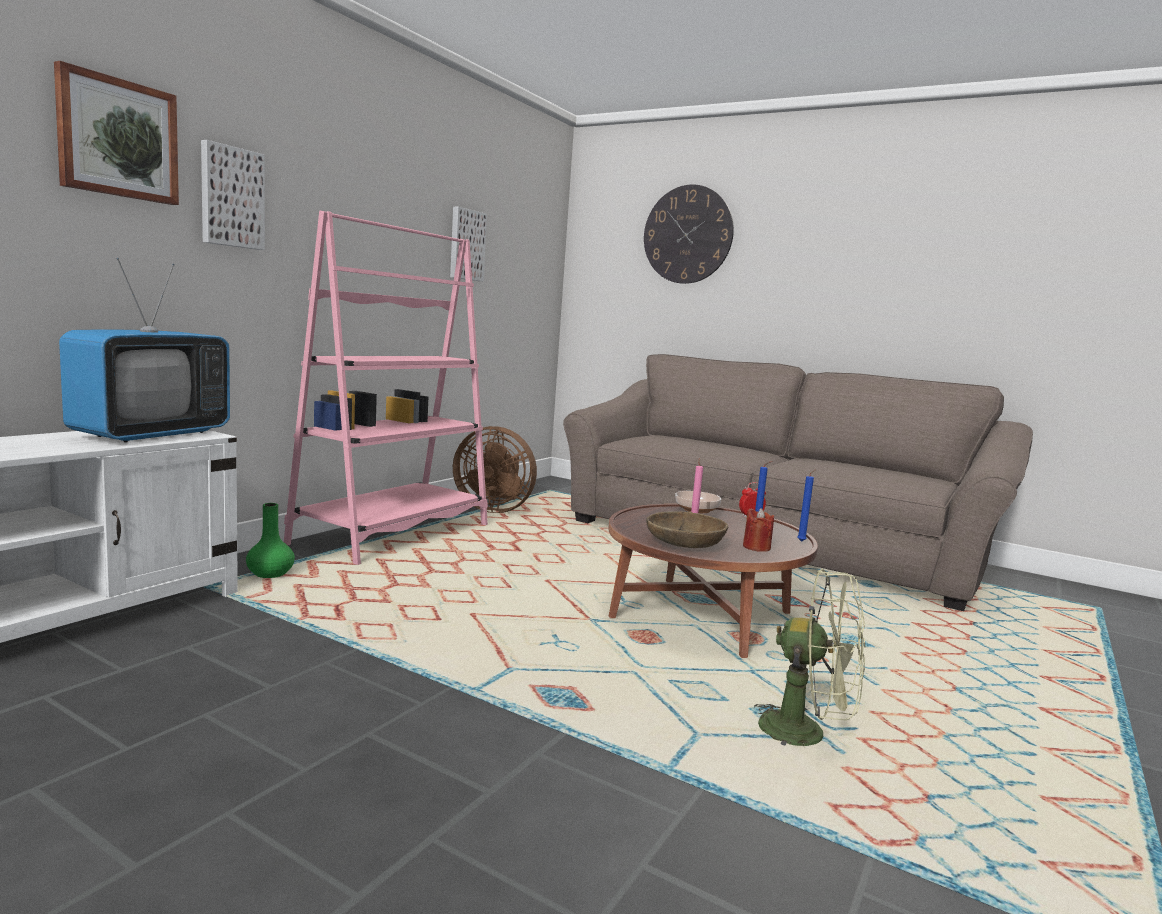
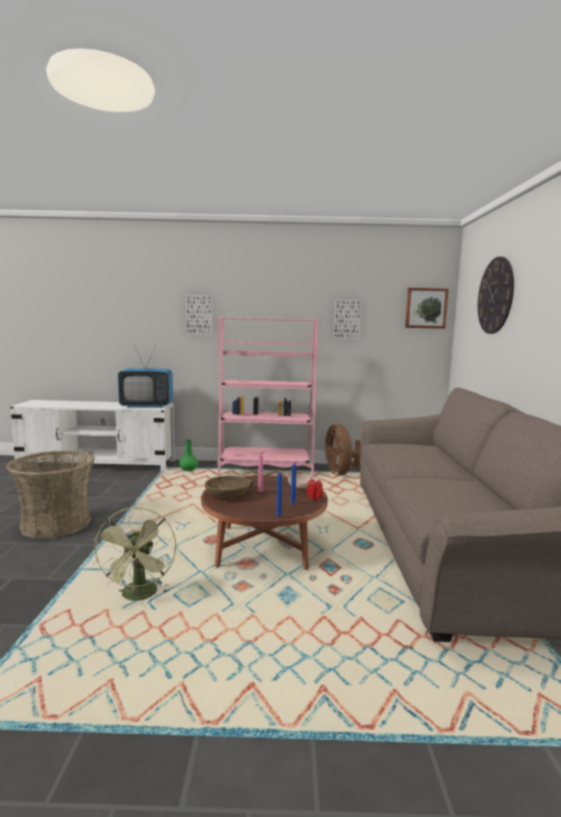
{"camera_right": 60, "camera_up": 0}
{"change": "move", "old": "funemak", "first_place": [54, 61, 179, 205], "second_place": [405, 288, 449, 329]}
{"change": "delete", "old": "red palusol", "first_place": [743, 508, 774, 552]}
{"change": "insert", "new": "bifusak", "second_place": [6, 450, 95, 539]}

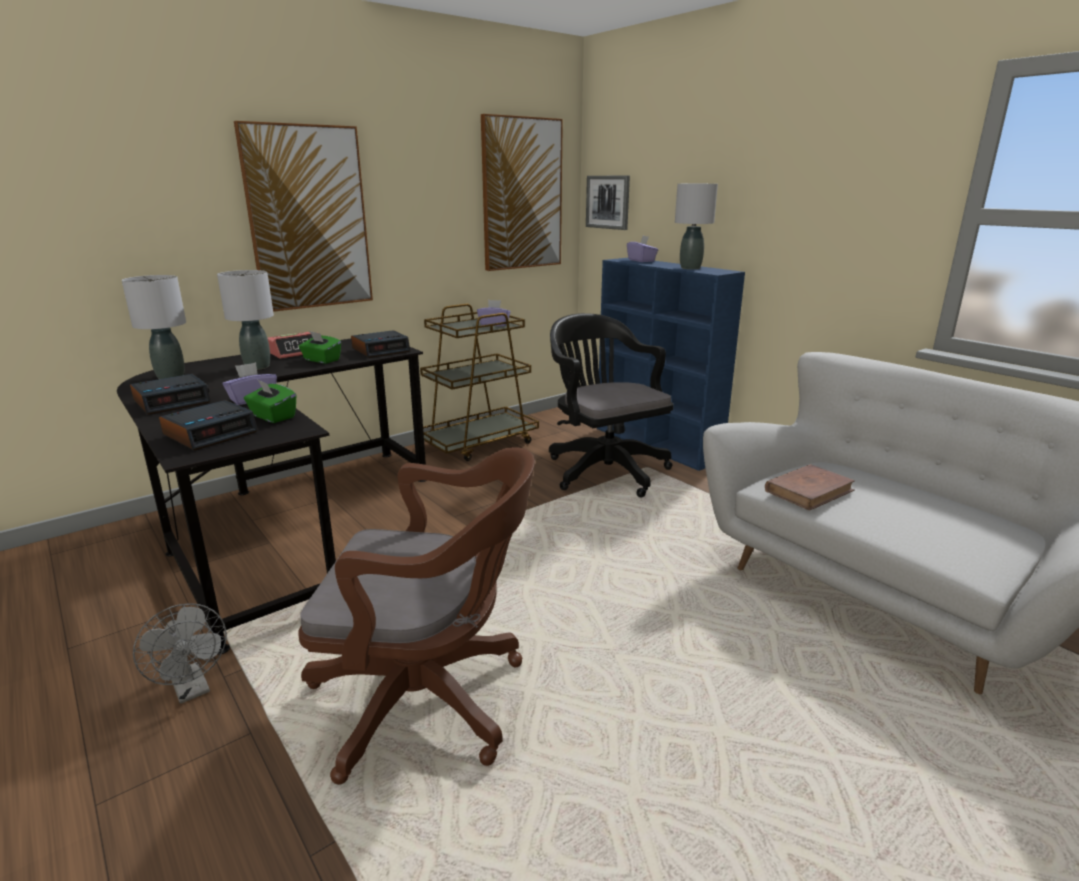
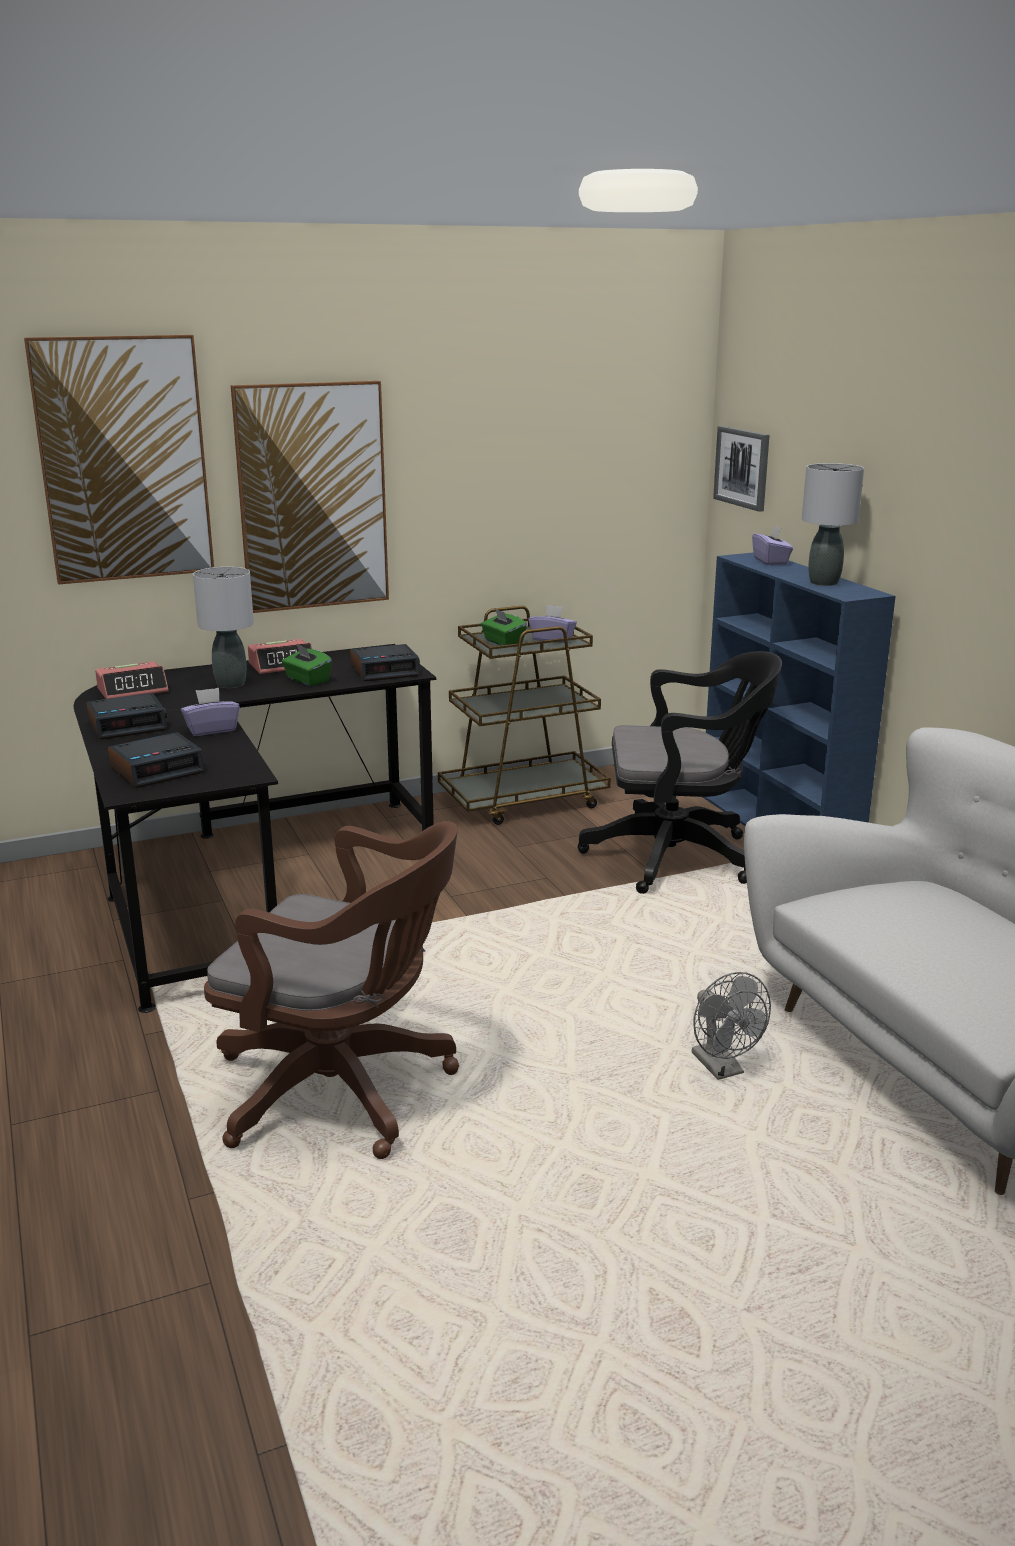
{"camera_right": 15, "camera_up": 0}
{"change": "replace", "old": "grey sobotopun", "new": "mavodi", "first_place": [122, 275, 186, 379], "second_place": [95, 661, 169, 699]}
{"change": "move", "old": "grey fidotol", "first_place": [133, 603, 227, 704], "second_place": [692, 972, 771, 1080]}
{"change": "move", "old": "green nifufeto", "first_place": [244, 379, 296, 423], "second_place": [481, 609, 527, 645]}
{"change": "move", "old": "funemak", "first_place": [481, 114, 563, 271], "second_place": [24, 335, 214, 584]}
{"change": "rotate", "old": "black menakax", "first_place": [549, 313, 674, 497], "second_place": [577, 651, 782, 894], "degrees": 105}
{"change": "delete", "old": "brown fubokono", "first_place": [765, 464, 855, 511]}

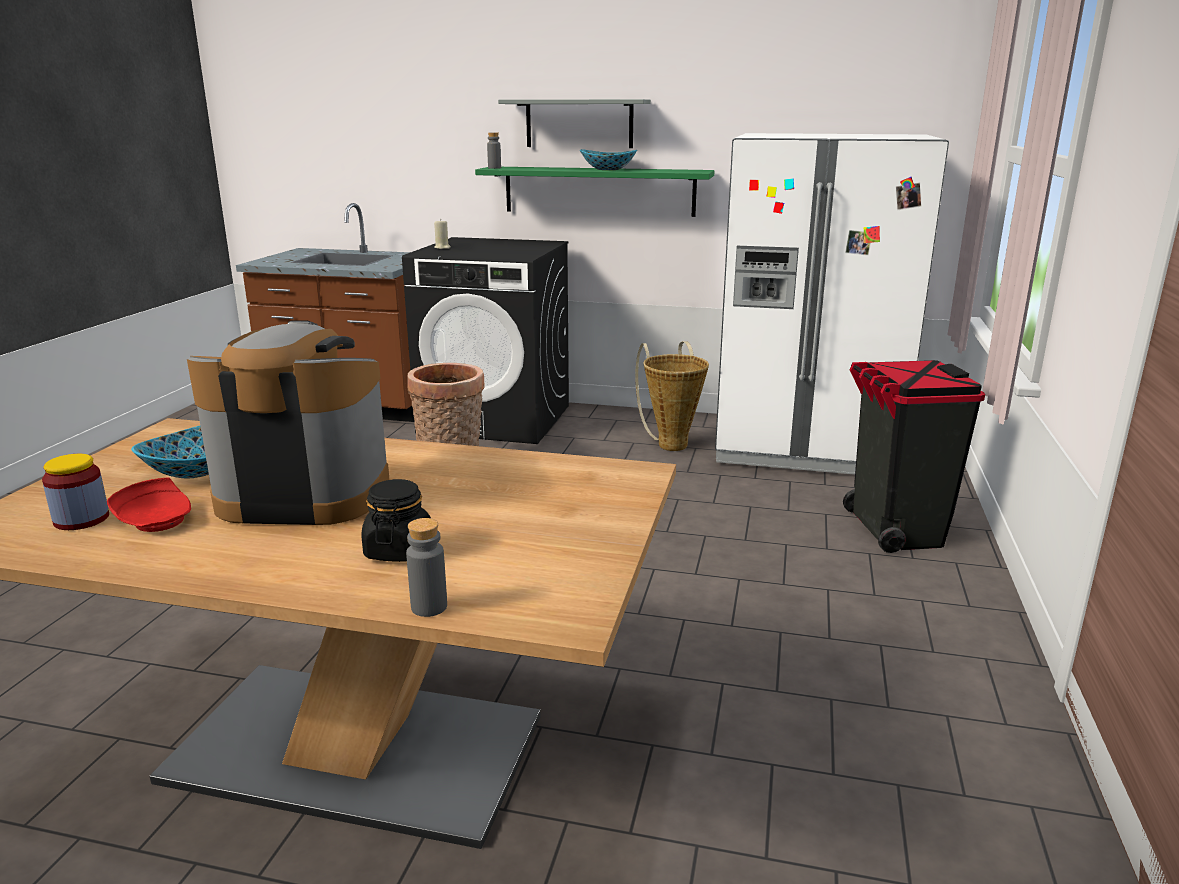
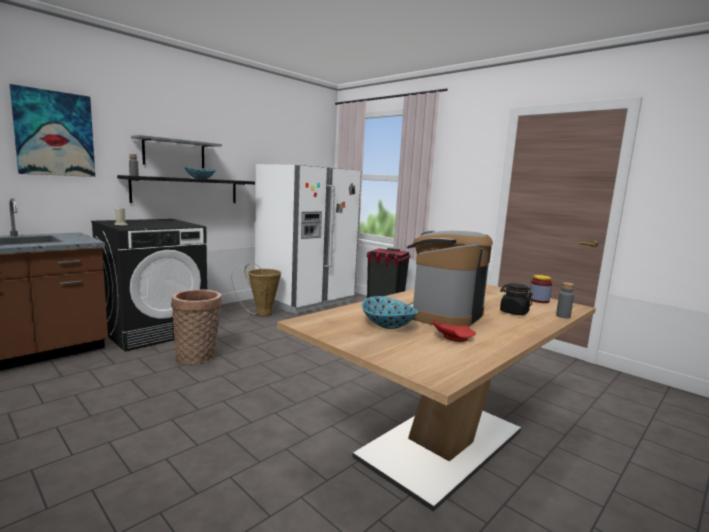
{"camera_right": -60, "camera_up": -10}
{"change": "move", "old": "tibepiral", "first_place": [42, 454, 109, 530], "second_place": [529, 275, 552, 303]}
{"change": "recolor", "old": "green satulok", "new": "black satulok", "first_place": [475, 167, 714, 217], "second_place": [117, 175, 255, 203]}
{"change": "insert", "new": "funemak", "second_place": [10, 84, 95, 177]}

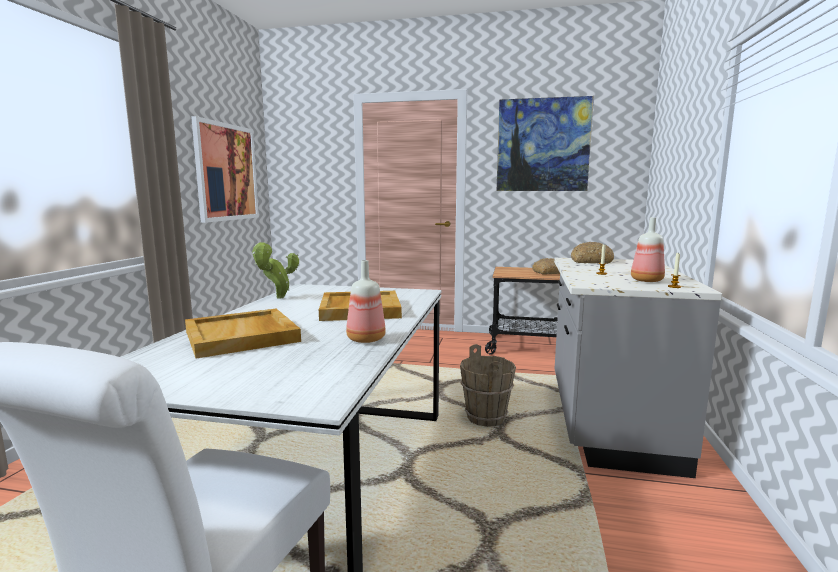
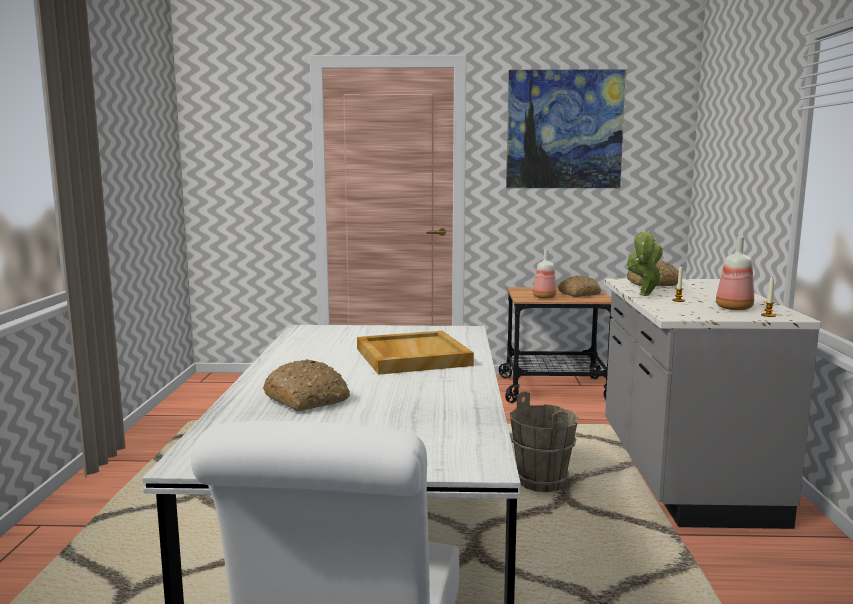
{"camera_right": -10, "camera_up": 0}
{"change": "replace", "old": "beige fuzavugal", "new": "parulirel", "first_place": [185, 309, 301, 359], "second_place": [263, 359, 350, 411]}
{"change": "delete", "old": "funemak", "first_place": [191, 116, 259, 223]}
{"change": "move", "old": "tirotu", "first_place": [252, 242, 299, 299], "second_place": [627, 231, 663, 296]}
{"change": "move", "old": "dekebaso", "first_place": [346, 260, 386, 343], "second_place": [533, 250, 557, 299]}

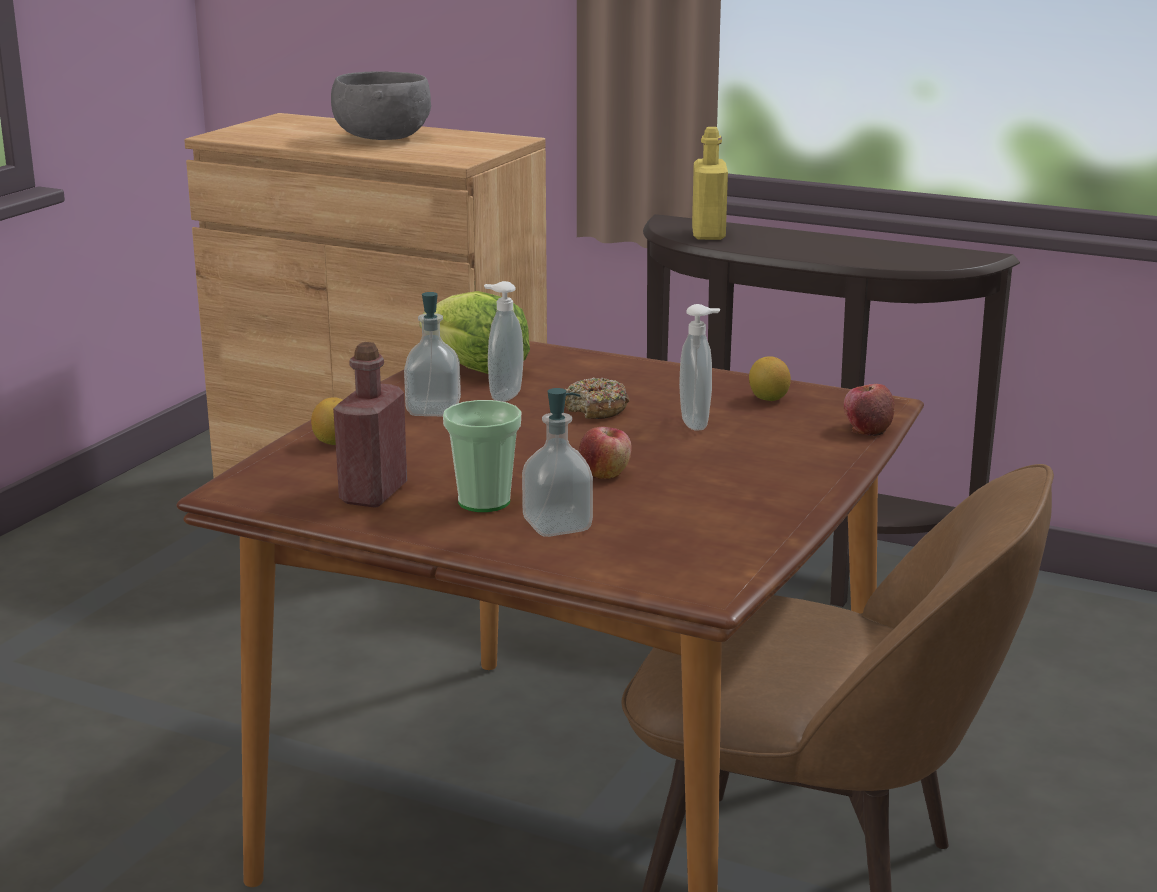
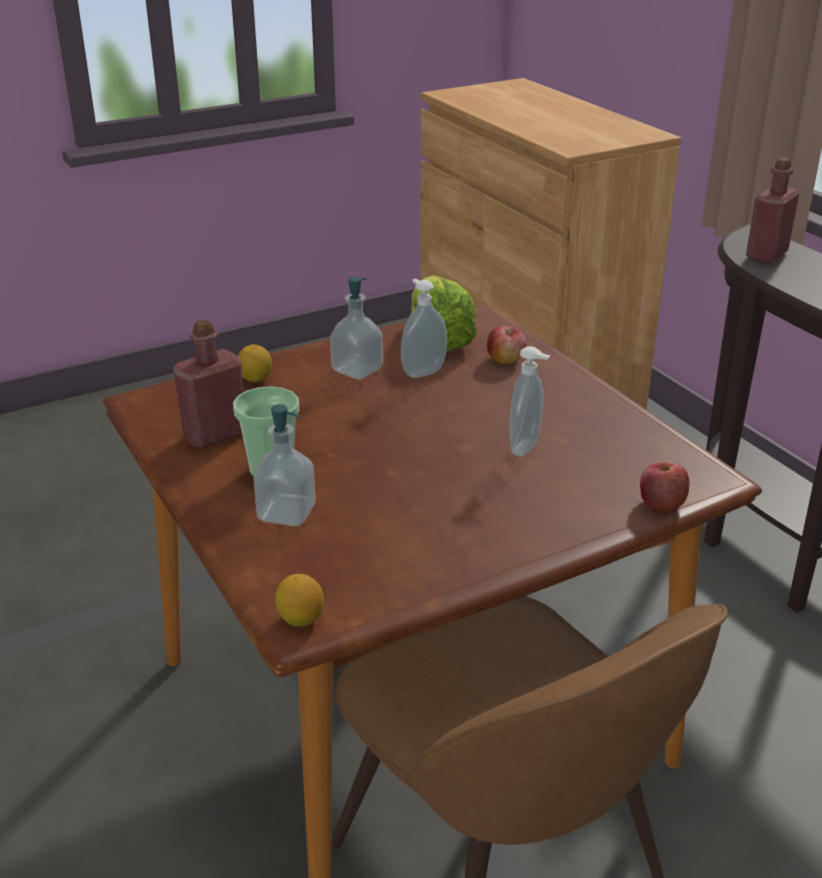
{"camera_right": 35, "camera_up": 10}
{"change": "delete", "old": "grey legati", "first_place": [331, 72, 431, 140]}
{"change": "delete", "old": "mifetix", "first_place": [565, 377, 629, 419]}
{"change": "move", "old": "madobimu", "first_place": [579, 426, 632, 479], "second_place": [487, 325, 526, 364]}
{"change": "recolor", "old": "yellow dekebaso", "new": "red dekebaso", "first_place": [692, 127, 728, 240], "second_place": [746, 158, 799, 264]}
{"change": "move", "old": "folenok", "first_place": [749, 356, 791, 401], "second_place": [275, 574, 324, 627]}

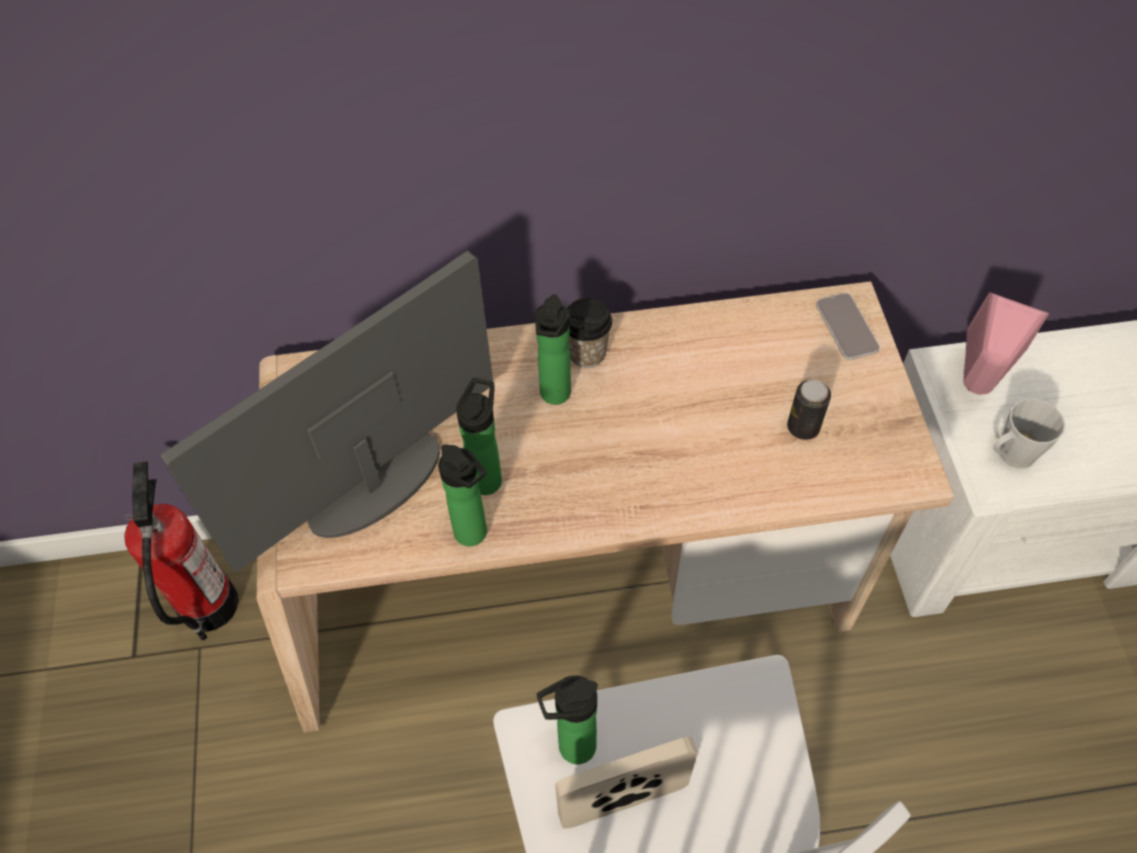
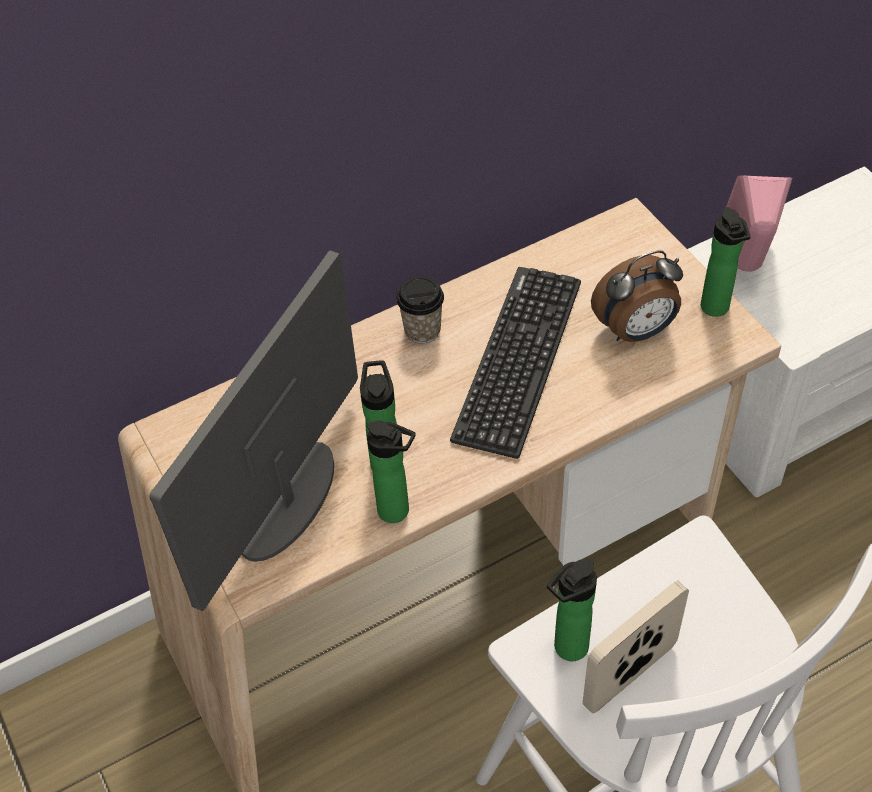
{"camera_right": -20, "camera_up": -5}
{"change": "delete", "old": "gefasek", "first_place": [124, 461, 239, 640]}
{"change": "move", "old": "dekebaso", "first_place": [535, 294, 571, 405], "second_place": [701, 207, 751, 317]}
{"change": "replace", "old": "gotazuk", "new": "mavodi", "first_place": [787, 379, 831, 440], "second_place": [591, 250, 683, 342]}
{"change": "delete", "old": "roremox", "first_place": [816, 293, 880, 360]}
{"change": "delete", "old": "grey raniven", "first_place": [993, 399, 1065, 468]}
{"change": "insert", "new": "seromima", "second_place": [450, 267, 581, 459]}

